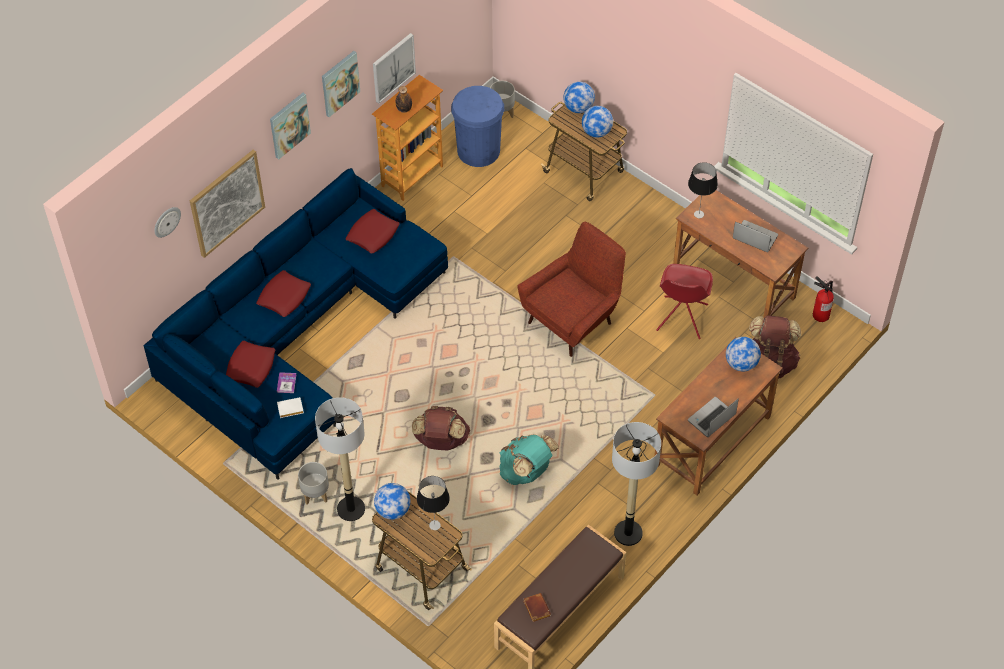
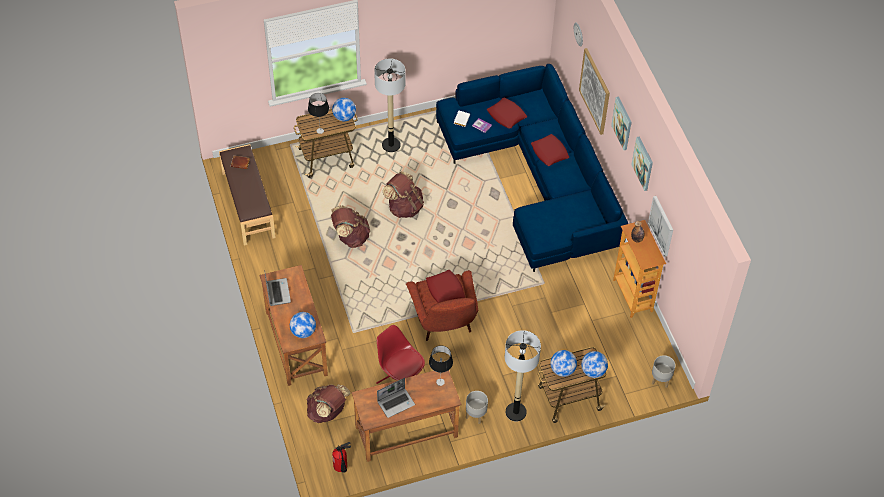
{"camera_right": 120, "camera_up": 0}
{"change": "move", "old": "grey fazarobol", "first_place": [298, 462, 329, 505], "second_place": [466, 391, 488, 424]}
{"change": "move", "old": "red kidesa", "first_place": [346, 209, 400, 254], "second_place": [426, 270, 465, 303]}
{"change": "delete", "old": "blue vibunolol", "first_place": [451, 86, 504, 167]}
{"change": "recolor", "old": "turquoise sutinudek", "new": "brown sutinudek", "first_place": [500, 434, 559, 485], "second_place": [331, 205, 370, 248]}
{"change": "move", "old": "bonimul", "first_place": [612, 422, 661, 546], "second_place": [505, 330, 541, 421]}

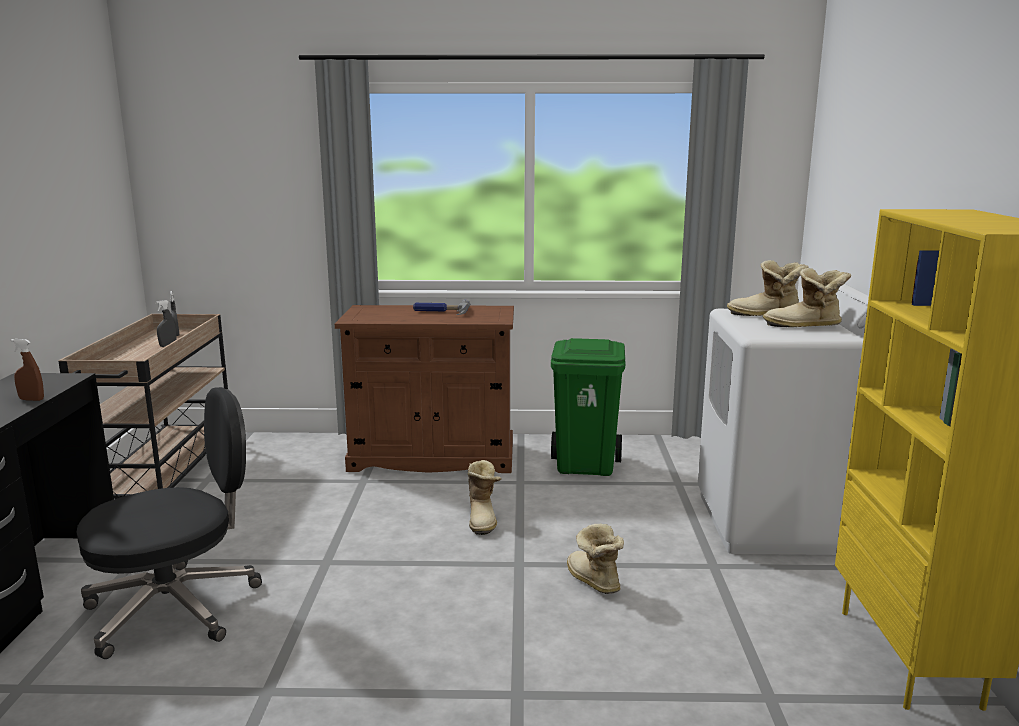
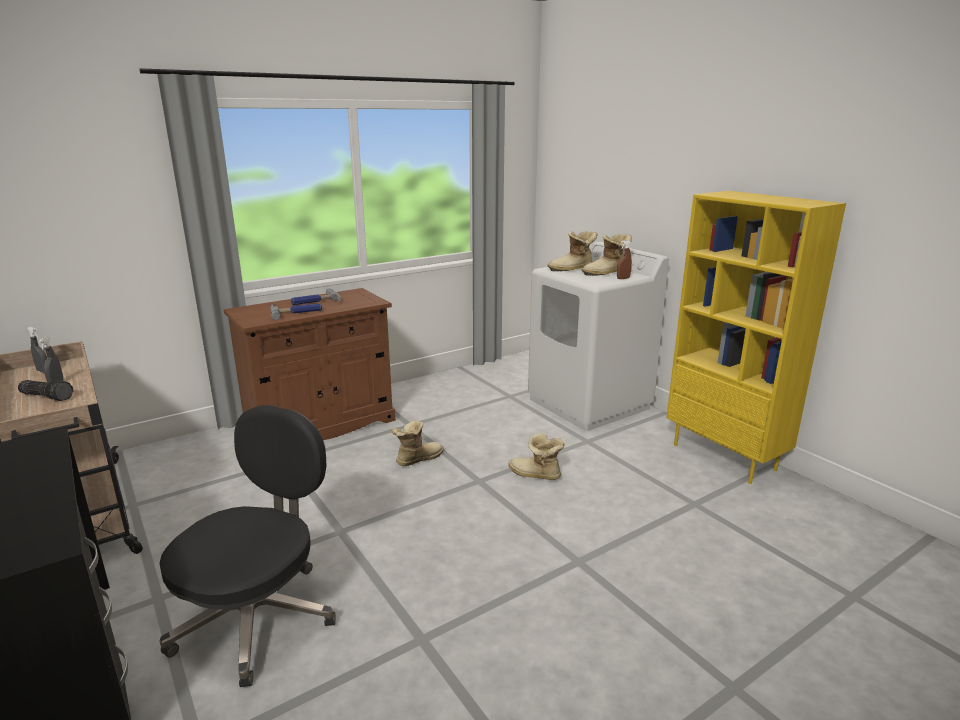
{"camera_right": -35, "camera_up": 5}
{"change": "move", "old": "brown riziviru", "first_place": [11, 339, 44, 401], "second_place": [617, 240, 632, 279]}
{"change": "rotate", "old": "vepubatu", "first_place": [467, 460, 502, 535], "second_place": [392, 421, 444, 466], "degrees": -90}
{"change": "delete", "old": "green vibunolol", "first_place": [551, 338, 626, 476]}
{"change": "insert", "new": "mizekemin", "second_place": [18, 380, 74, 401]}
{"change": "insert", "new": "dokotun", "second_place": [270, 303, 322, 321]}

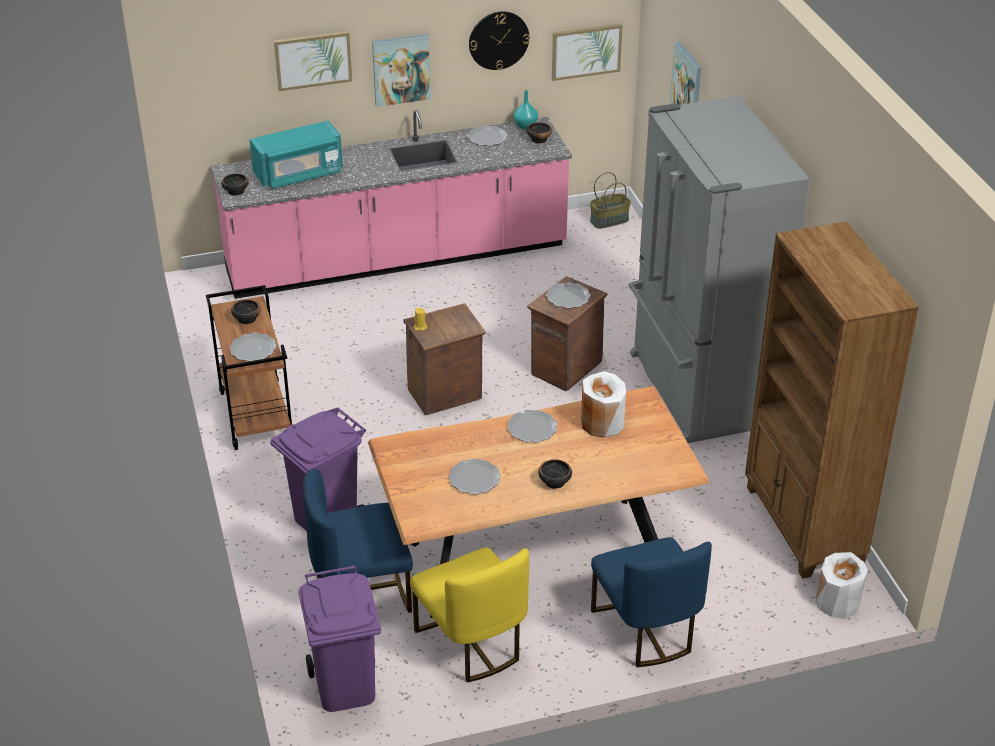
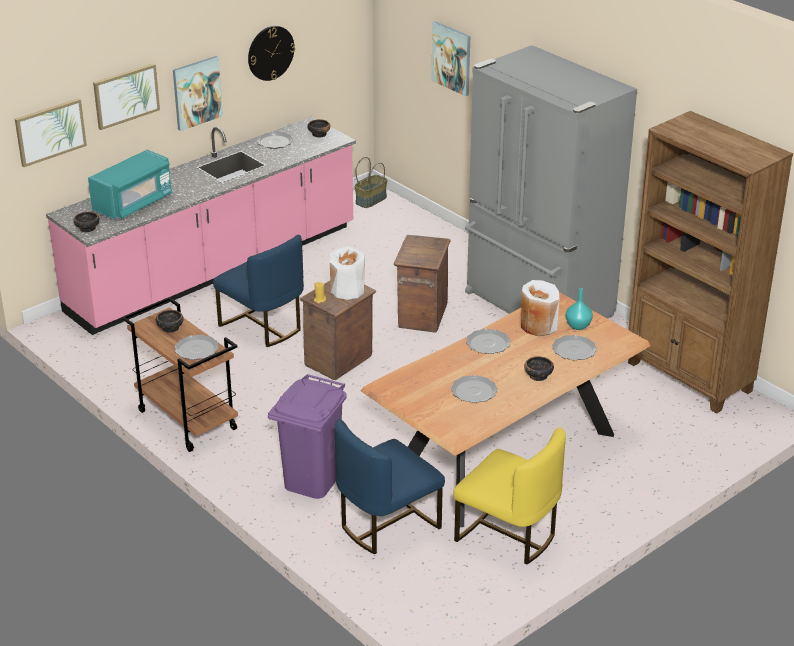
{"camera_right": -25, "camera_up": -5}
{"change": "delete", "old": "purple vibunolol", "first_place": [298, 566, 381, 712]}
{"change": "move", "old": "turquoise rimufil", "first_place": [514, 90, 538, 130], "second_place": [566, 288, 593, 330]}
{"change": "move", "old": "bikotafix", "first_place": [546, 282, 591, 308], "second_place": [552, 335, 597, 360]}
{"change": "move", "old": "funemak", "first_place": [552, 24, 623, 81], "second_place": [15, 98, 87, 167]}
{"change": "move", "old": "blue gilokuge", "first_place": [591, 537, 712, 667], "second_place": [213, 234, 304, 347]}
{"change": "move", "old": "white rimufil", "first_place": [816, 552, 868, 619], "second_place": [330, 246, 365, 300]}

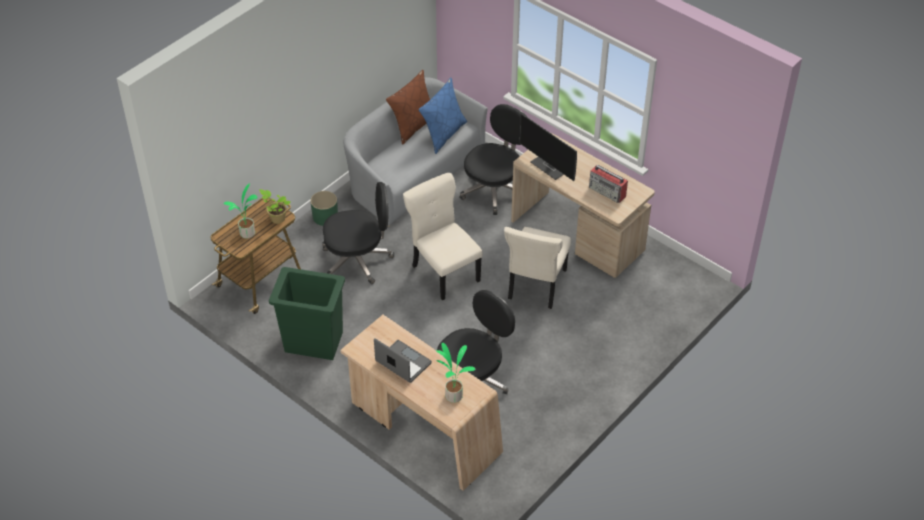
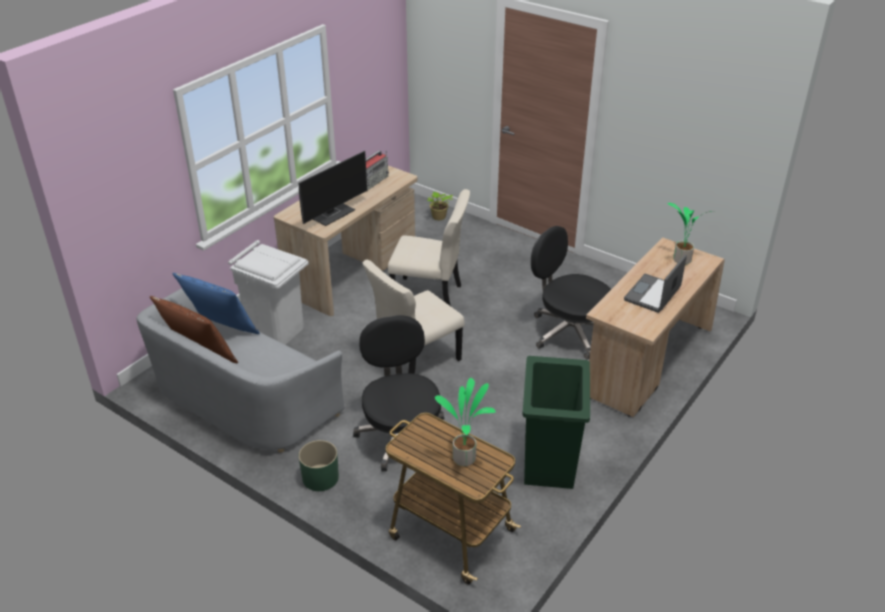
{"camera_right": -95, "camera_up": -10}
{"change": "move", "old": "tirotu", "first_place": [259, 189, 291, 224], "second_place": [427, 192, 453, 220]}
{"change": "replace", "old": "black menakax", "new": "white vibunolol", "first_place": [459, 104, 527, 215], "second_place": [228, 240, 309, 345]}

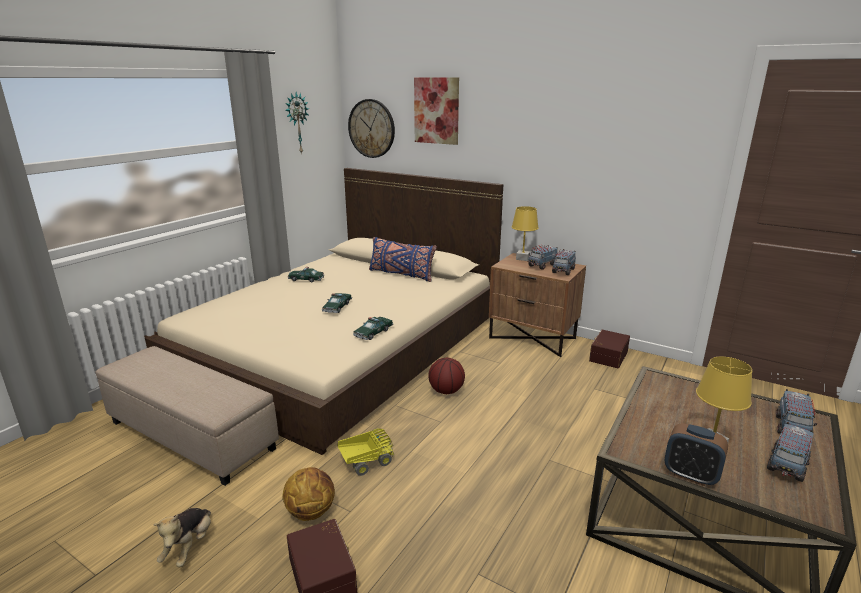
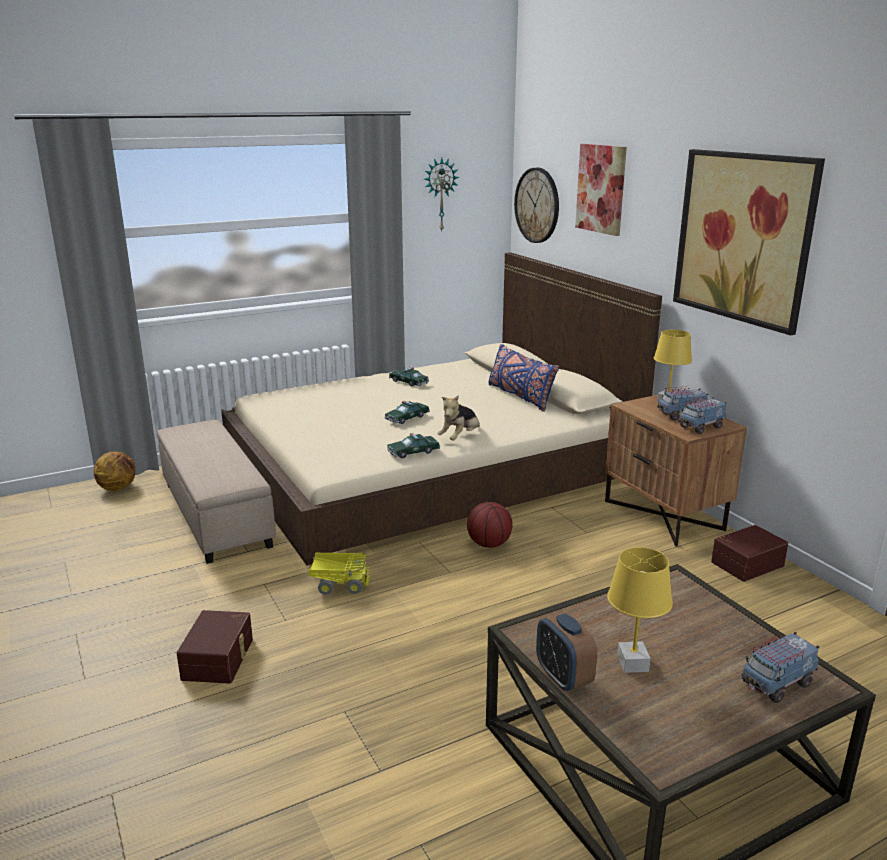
{"camera_right": 30, "camera_up": 0}
{"change": "move", "old": "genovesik", "first_place": [154, 508, 211, 568], "second_place": [437, 395, 480, 440]}
{"change": "move", "old": "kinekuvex", "first_place": [282, 467, 335, 521], "second_place": [94, 452, 135, 491]}
{"change": "delete", "old": "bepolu", "first_place": [767, 422, 813, 482]}
{"change": "insert", "new": "funemak", "second_place": [673, 149, 825, 335]}

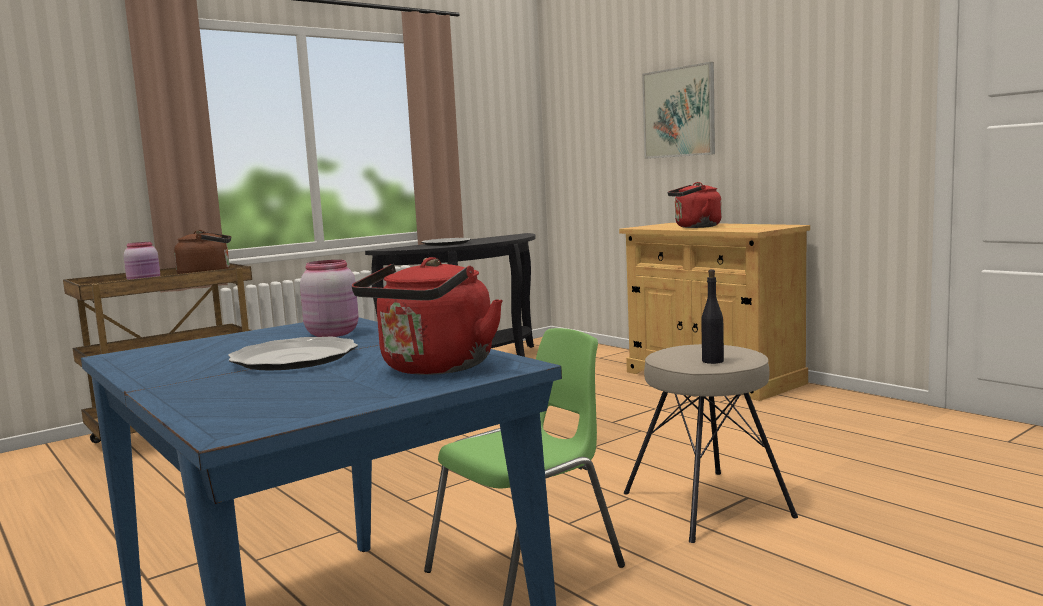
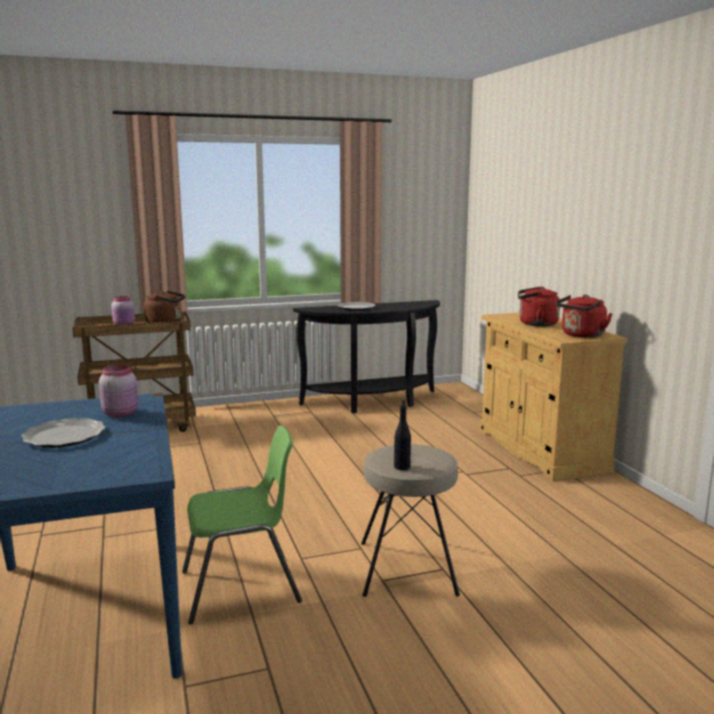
{"camera_right": 20, "camera_up": 5}
{"change": "move", "old": "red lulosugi", "first_place": [352, 257, 503, 375], "second_place": [556, 295, 612, 338]}
{"change": "delete", "old": "funemak", "first_place": [642, 62, 715, 159]}

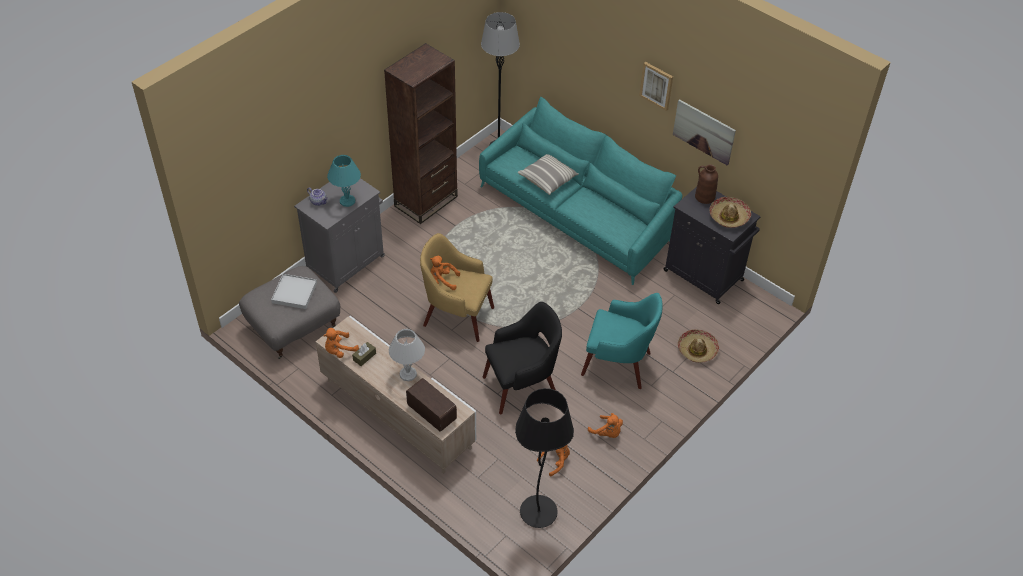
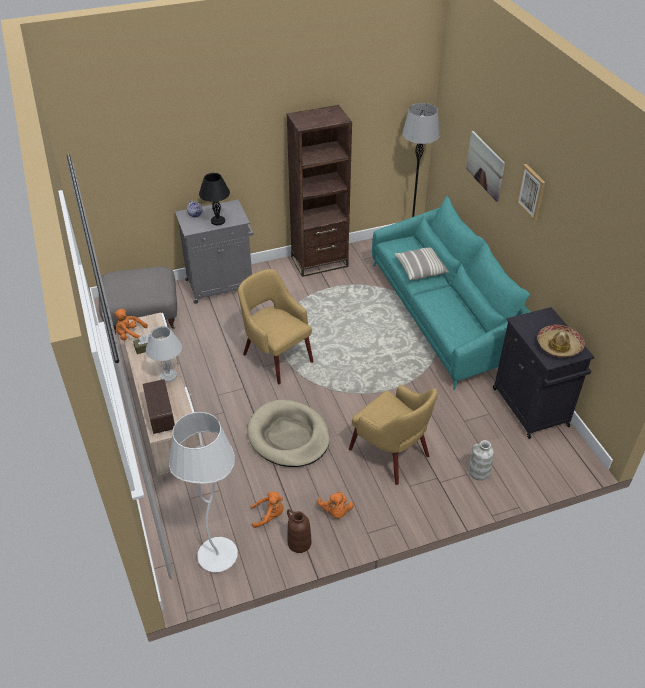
{"camera_right": 30, "camera_up": -5}
{"change": "delete", "old": "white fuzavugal", "first_place": [271, 274, 317, 309]}
{"change": "recolor", "old": "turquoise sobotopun", "new": "black sobotopun", "first_place": [327, 155, 361, 207], "second_place": [199, 173, 230, 225]}
{"change": "delete", "old": "orange genovesik", "first_place": [430, 256, 460, 290]}
{"change": "replace", "old": "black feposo", "new": "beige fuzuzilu", "first_place": [483, 302, 562, 414], "second_place": [247, 399, 330, 467]}
{"change": "recolor", "old": "black bonimul", "new": "white bonimul", "first_place": [515, 388, 574, 528], "second_place": [169, 412, 238, 572]}
{"change": "recolor", "old": "turquoise feposo", "new": "yellow feposo", "first_place": [581, 293, 663, 389], "second_place": [349, 385, 438, 485]}
{"change": "move", "old": "funemak", "first_place": [673, 99, 736, 166], "second_place": [466, 131, 505, 202]}
{"change": "replace", "old": "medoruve", "new": "white rimufil", "first_place": [678, 329, 719, 363], "second_place": [468, 440, 494, 481]}
{"change": "move", "old": "brown rimufil", "first_place": [695, 165, 718, 204], "second_place": [287, 509, 311, 553]}

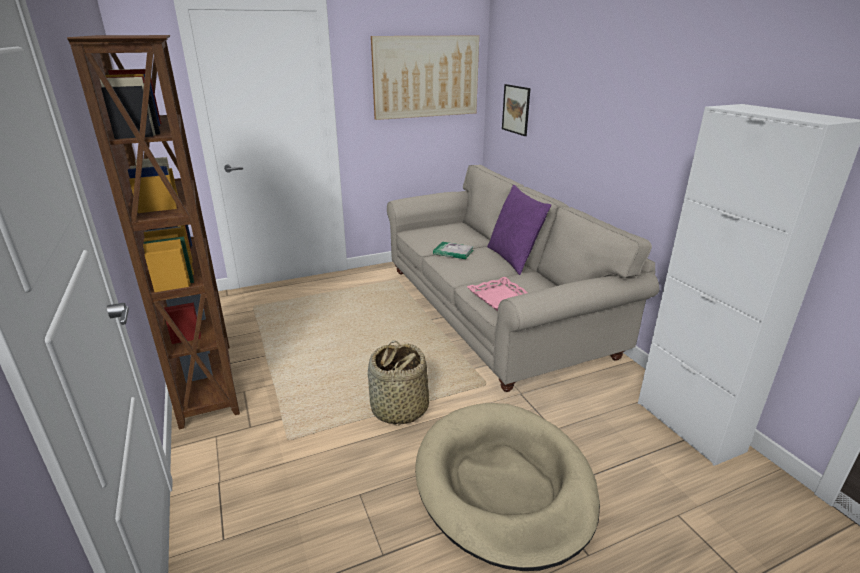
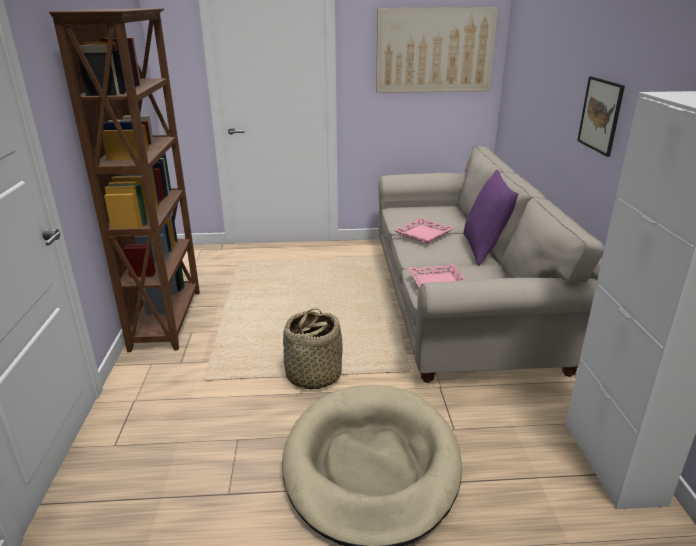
{"camera_right": 20, "camera_up": 0}
{"change": "replace", "old": "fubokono", "new": "pink fuzavugal", "first_place": [433, 242, 474, 259], "second_place": [394, 218, 454, 244]}
{"change": "move", "old": "funemak", "first_place": [502, 84, 531, 136], "second_place": [577, 77, 625, 157]}

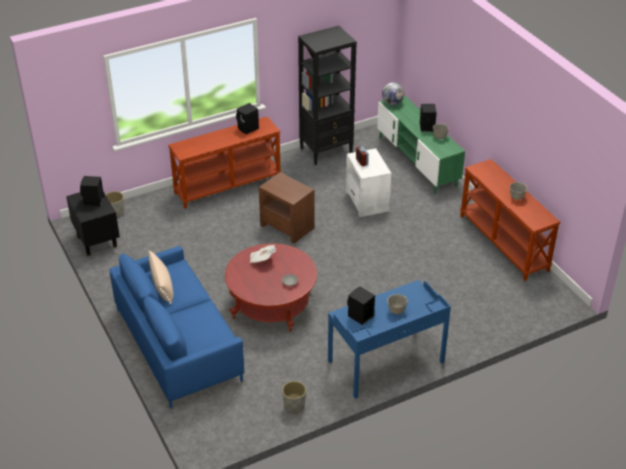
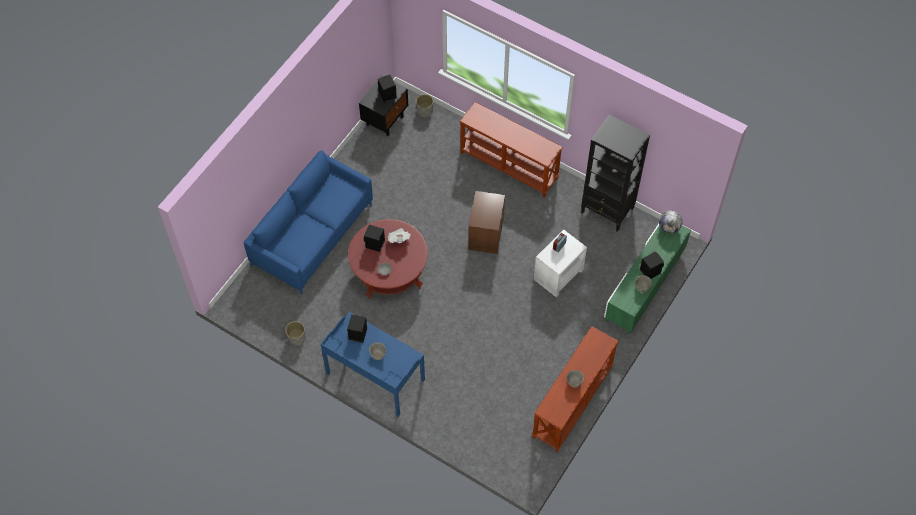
{"camera_right": 60, "camera_up": 20}
{"change": "delete", "old": "beige kidesa", "first_place": [148, 250, 173, 304]}
{"change": "move", "old": "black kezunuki", "first_place": [236, 103, 259, 134], "second_place": [364, 224, 385, 252]}

